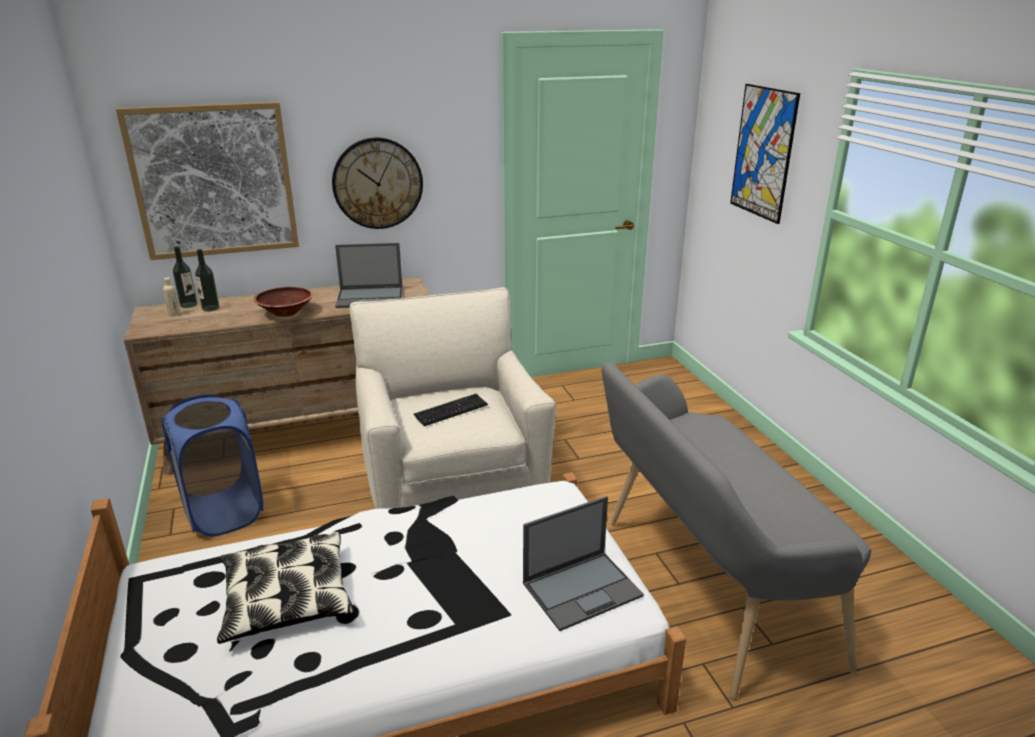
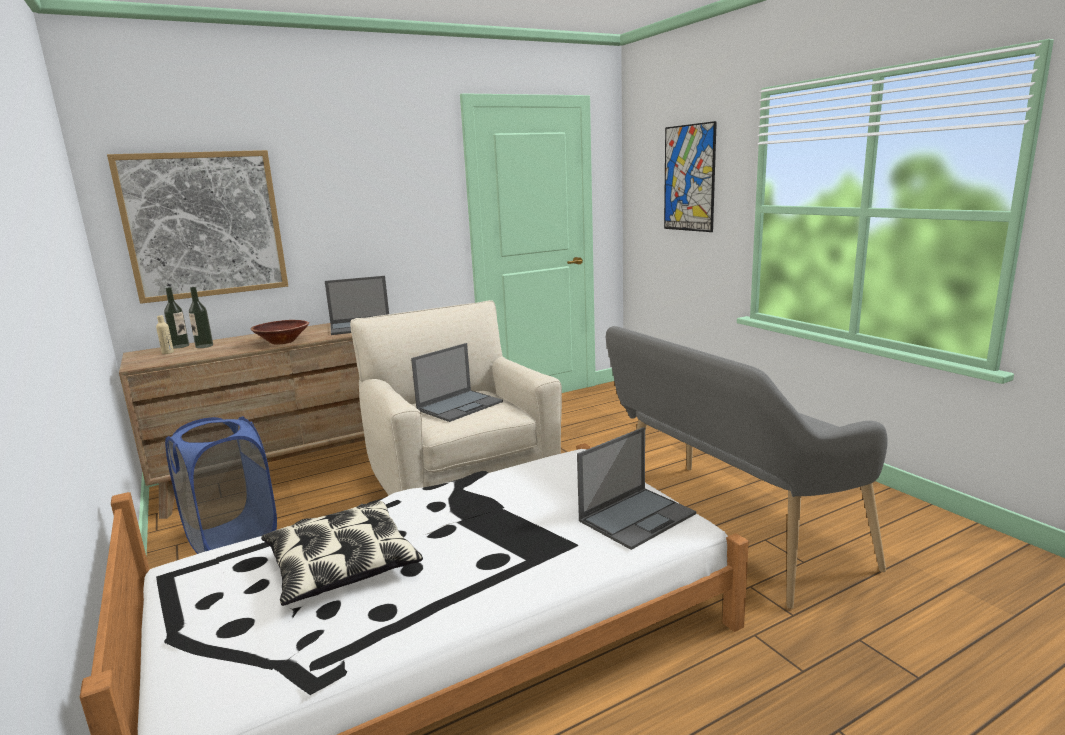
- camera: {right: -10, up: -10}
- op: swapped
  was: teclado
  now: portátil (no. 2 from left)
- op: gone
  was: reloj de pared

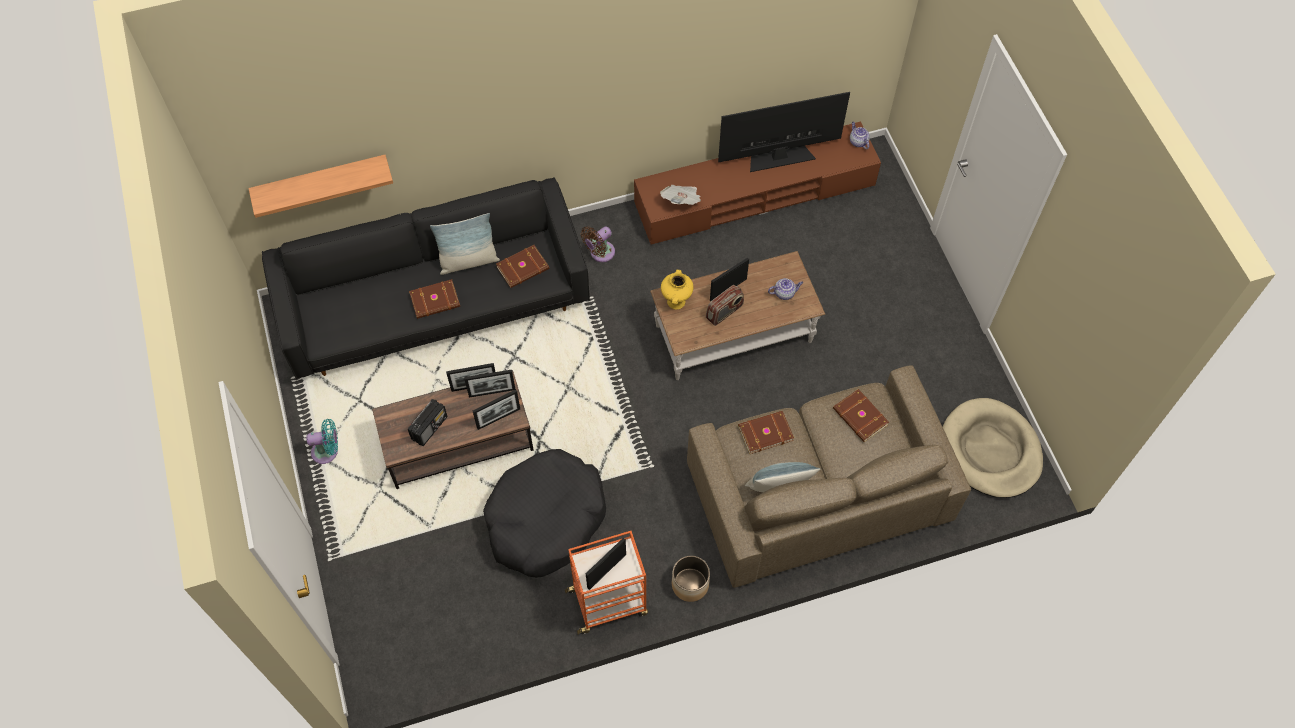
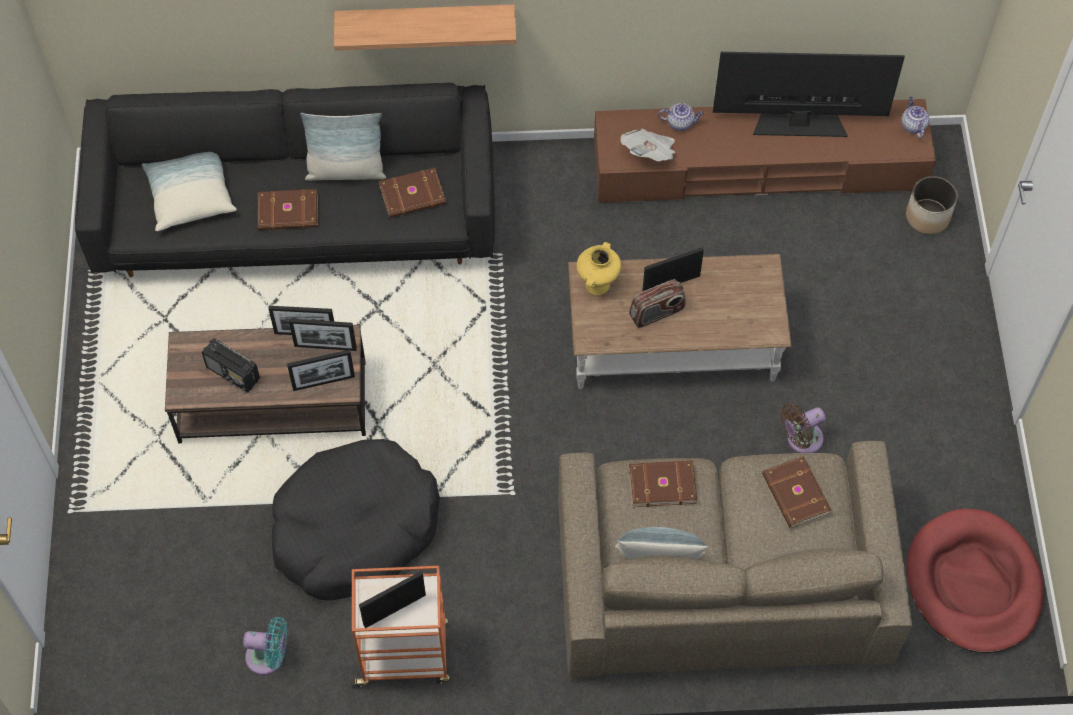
- camera: {right: 15, up: 0}
- op: new
  now: cojín (no. 1 from left)
- op: rotated
  was: radio (no. 1 from left)
  clockwise: 75
- op: shifted
  was: ventilador (turquesa)
- op: shifted
  was: estante
- op: shifted
  was: tetera (no. 1 from left)
- op: shifted
  was: ventilador (marrón)
- op: shifted
  was: maceta
- op: repainted
  was: cama para perro (beis)
  now: cama para perro (rojo)

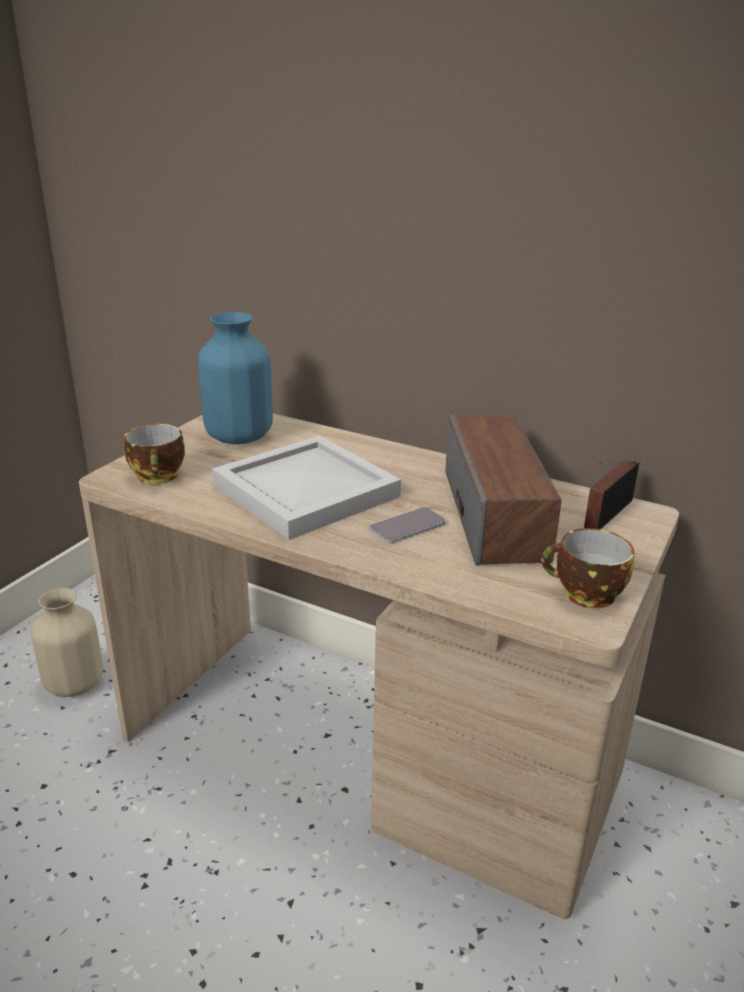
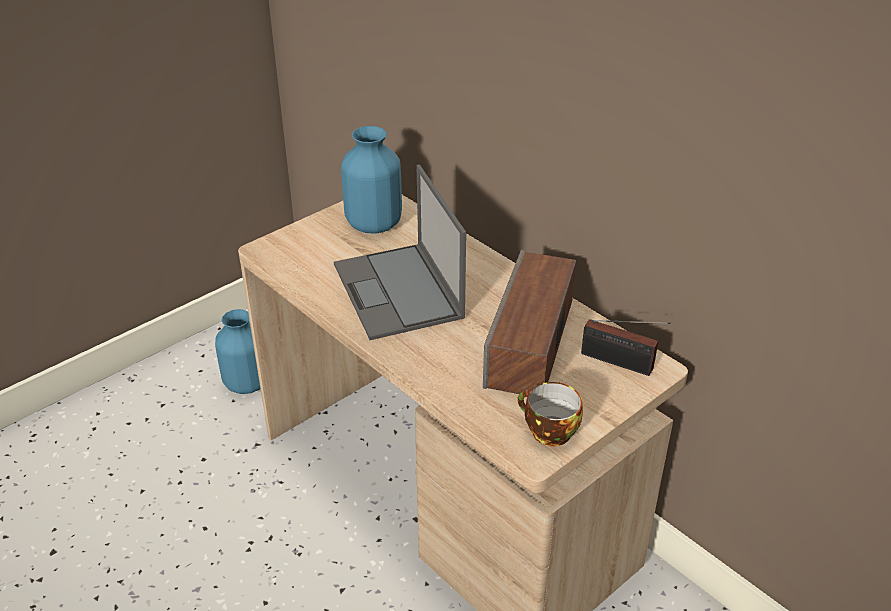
- camera: {right: 20, up: 10}
- op: repainted
  was: florero (beis)
  now: florero (azul) (no. 1 from left)
- op: swapped
  was: bandeja (blanco)
  now: portátil
- op: rotated
  was: radio
  clockwise: -120
- op: gone
  was: taza (no. 1 from left)
- op: gone
  was: móvil

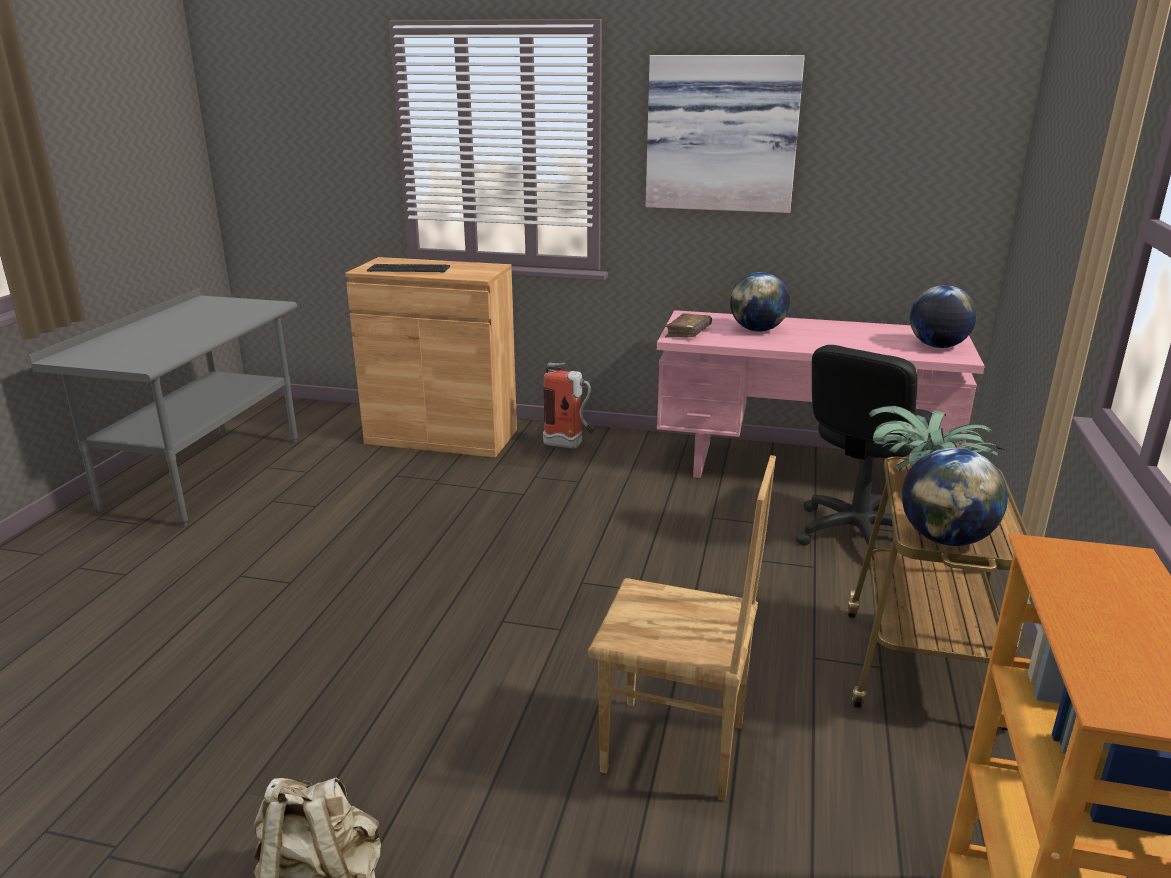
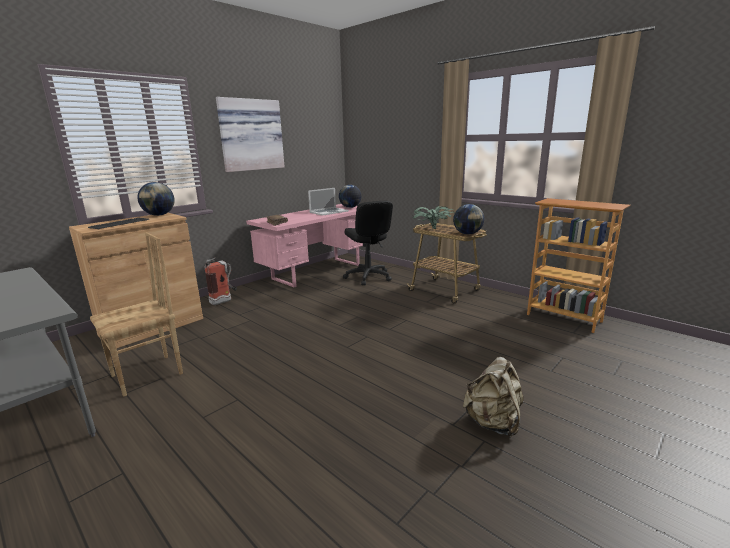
- camera: {right: -60, up: -5}
- op: shifted
  was: silla (marrón)
- op: shifted
  was: globo terráqueo (no. 1 from left)
- op: new
  now: portátil

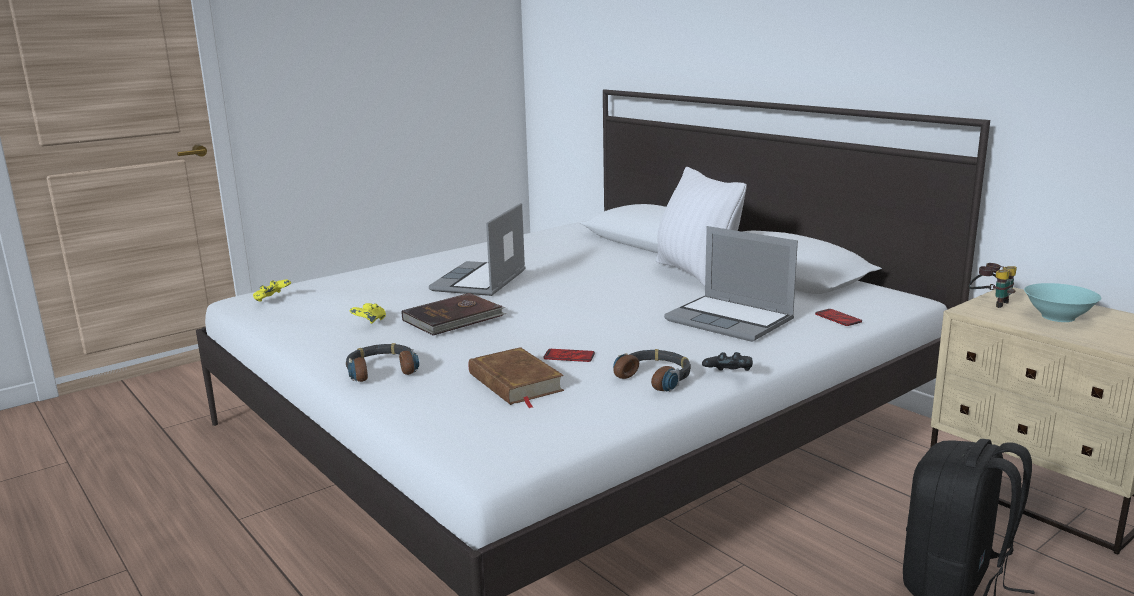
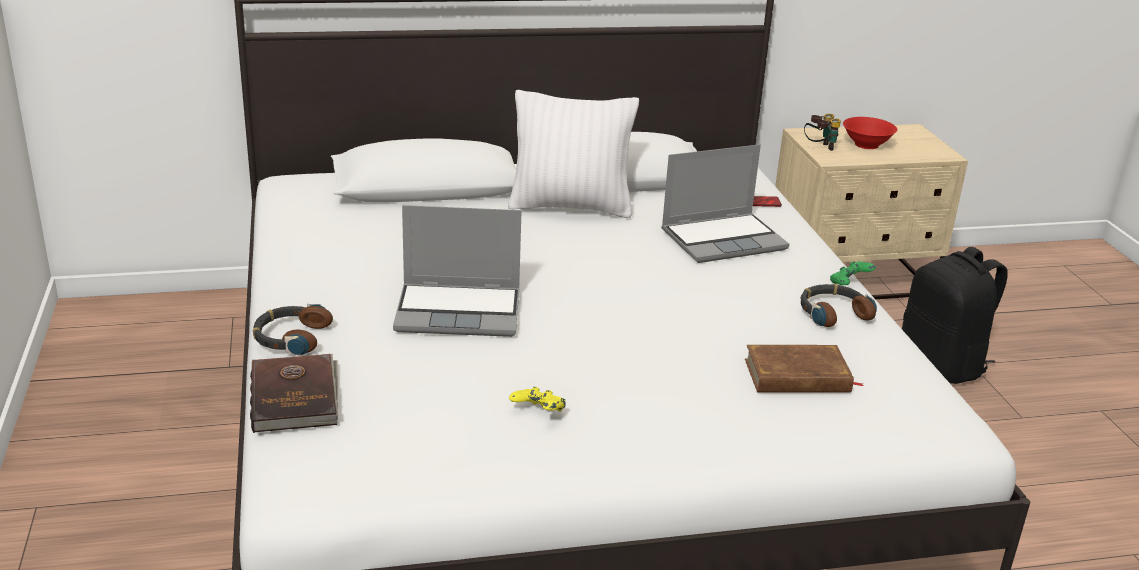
- camera: {right: -65, up: 10}
- op: shifted
  was: libro (marrón) (no. 1 from left)
- op: shifted
  was: auriculares (no. 1 from left)
- op: rotated
  was: portátil (no. 1 from left)
  clockwise: -45
- op: repainted
  was: mando de consola (negro)
  now: mando de consola (verde)
- op: repainted
  was: cuenco (turquesa)
  now: cuenco (rojo)
- op: gone
  was: mando de consola (amarillo) (no. 1 from left)
- op: gone
  was: móvil (no. 1 from left)

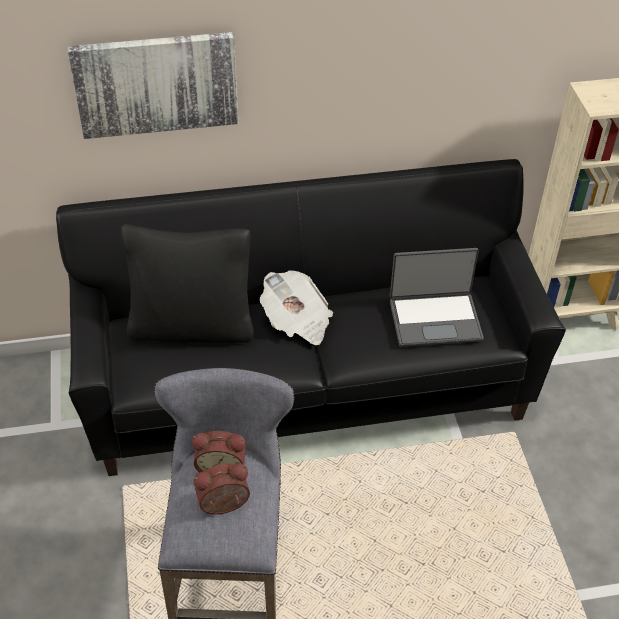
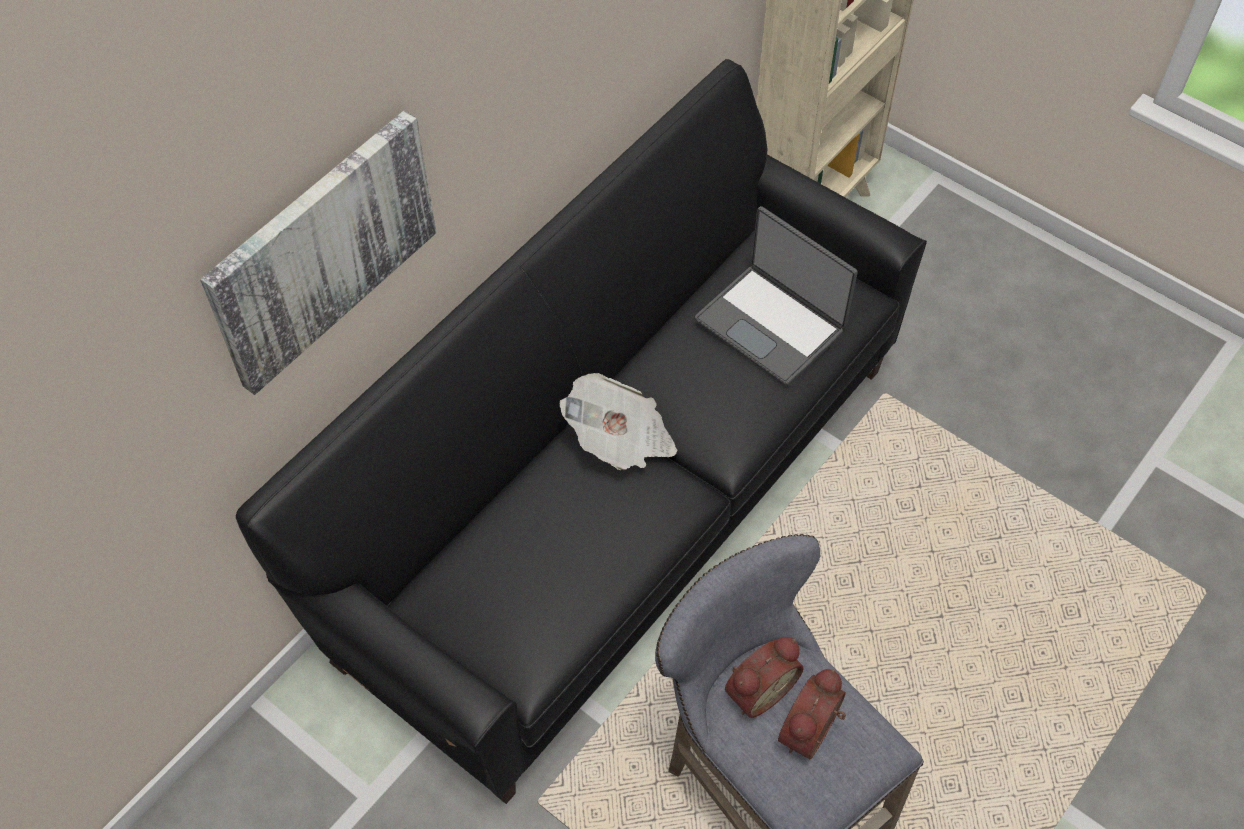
- camera: {right: -40, up: 10}
- op: rotated
  was: portátil
  clockwise: 90
- op: gone
  was: cojín (negro)

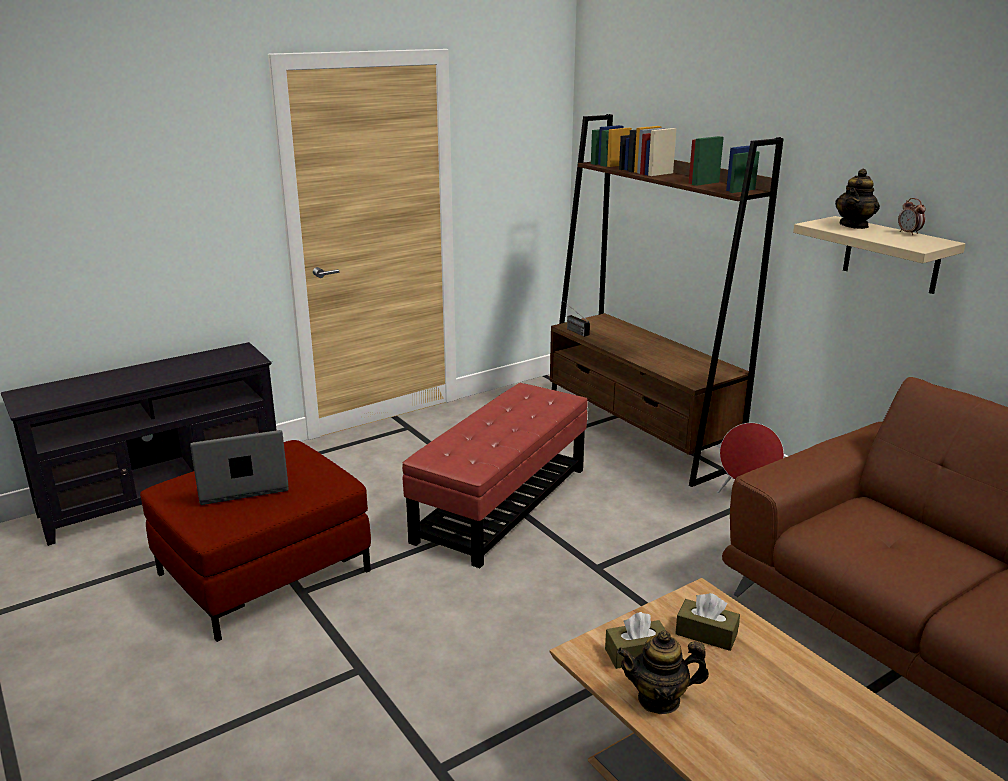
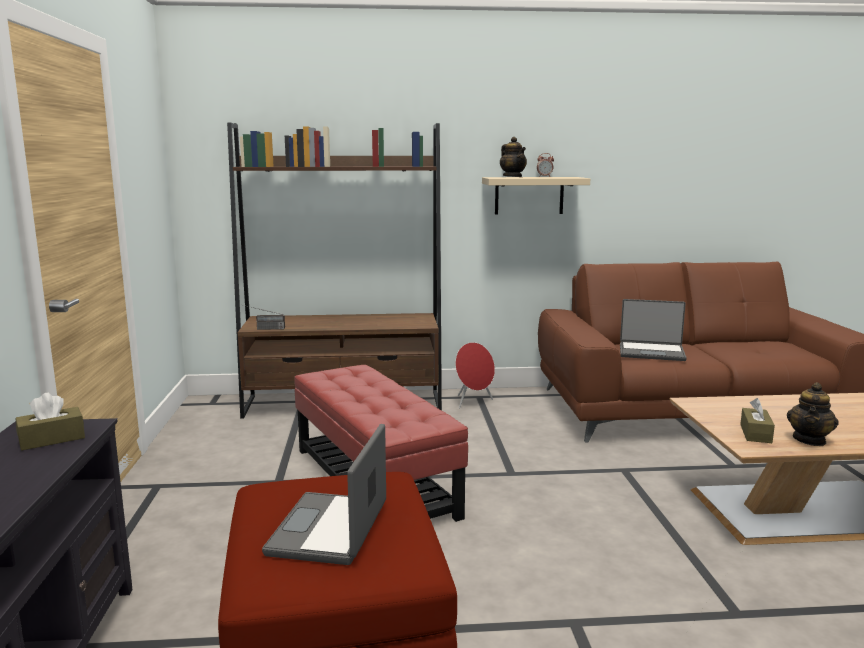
- camera: {right: -60, up: -10}
- op: shifted
  was: caja de pañuelos (marrón) (no. 2 from left in the first image)
  now: caja de pañuelos (marrón) (no. 1 from left)
- op: new
  now: portátil (no. 2 from left)

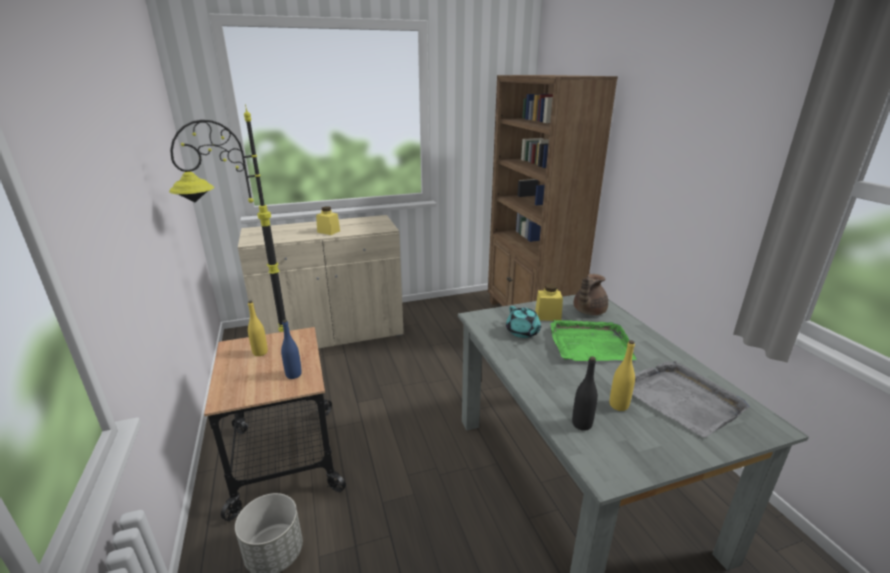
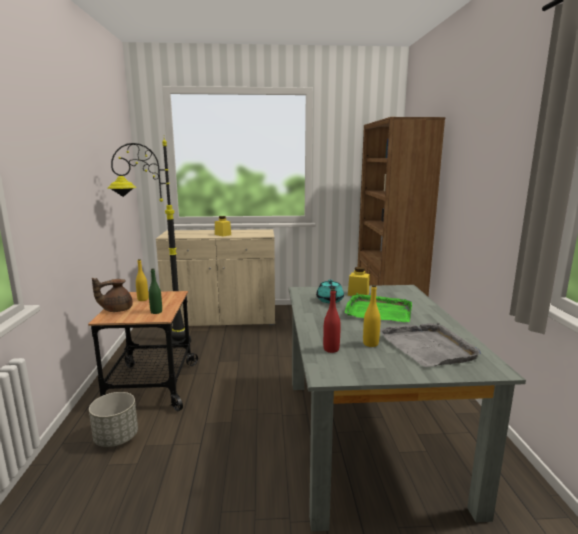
- camera: {right: 15, up: -10}
- op: shifted
  was: tetera (marrón)
- op: repainted
  was: botella (azul)
  now: botella (verde)
- op: repainted
  was: botella (negro)
  now: botella (rojo)

